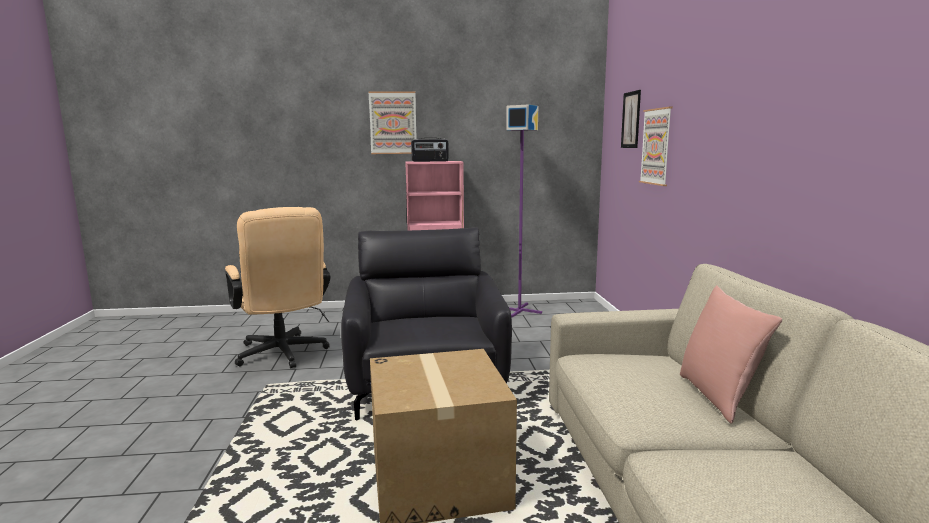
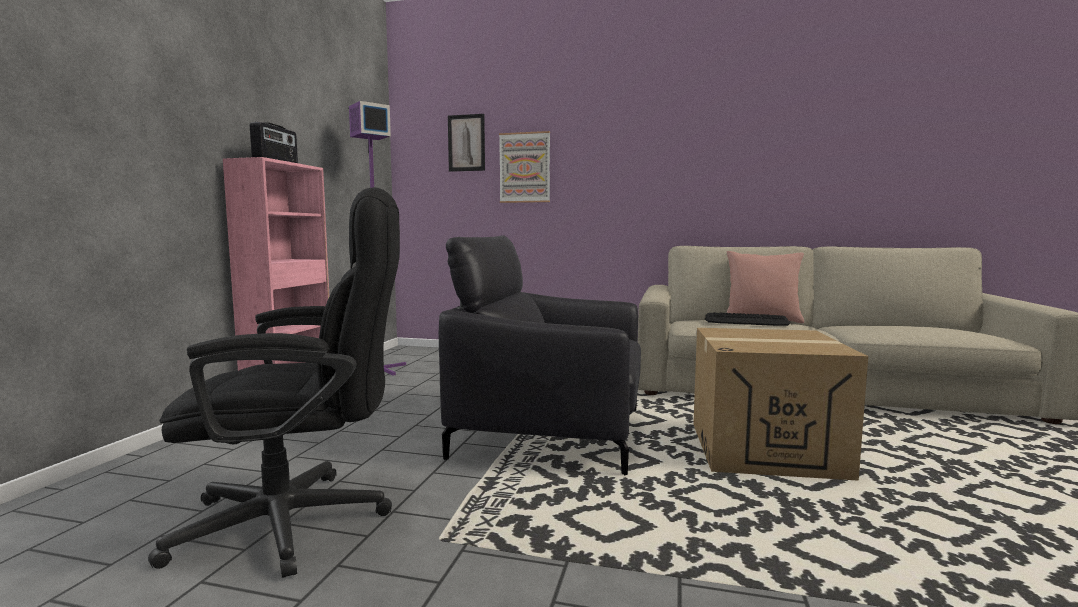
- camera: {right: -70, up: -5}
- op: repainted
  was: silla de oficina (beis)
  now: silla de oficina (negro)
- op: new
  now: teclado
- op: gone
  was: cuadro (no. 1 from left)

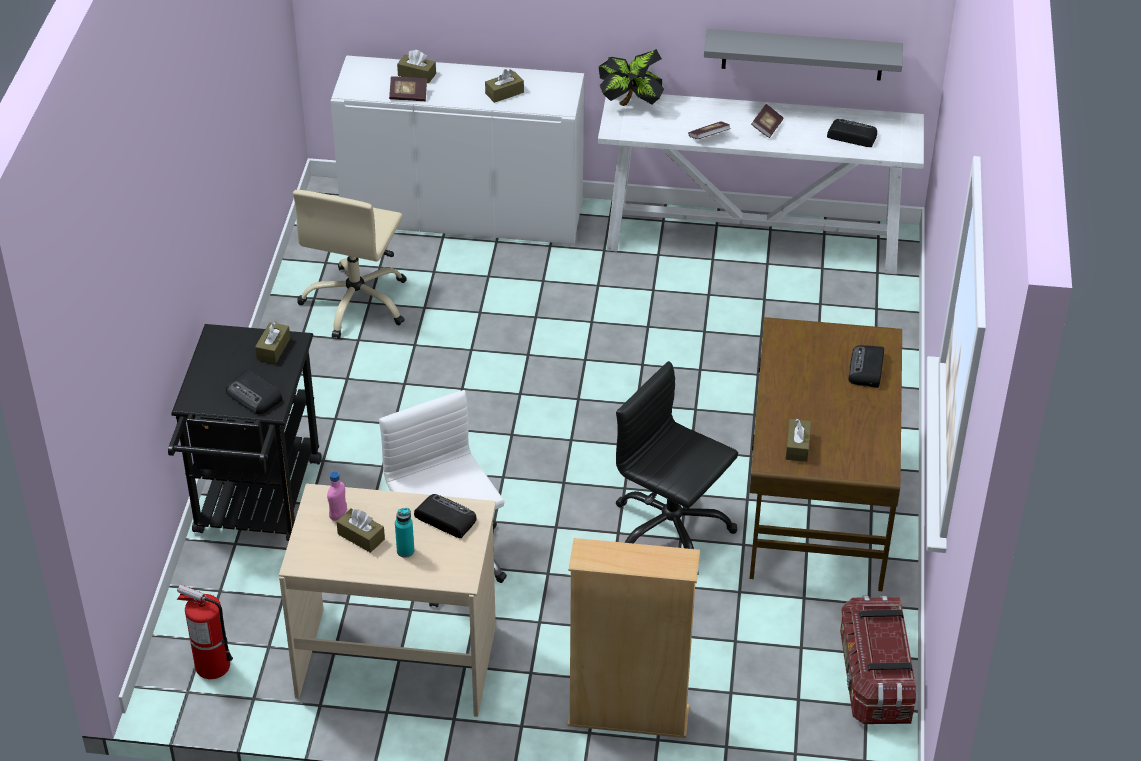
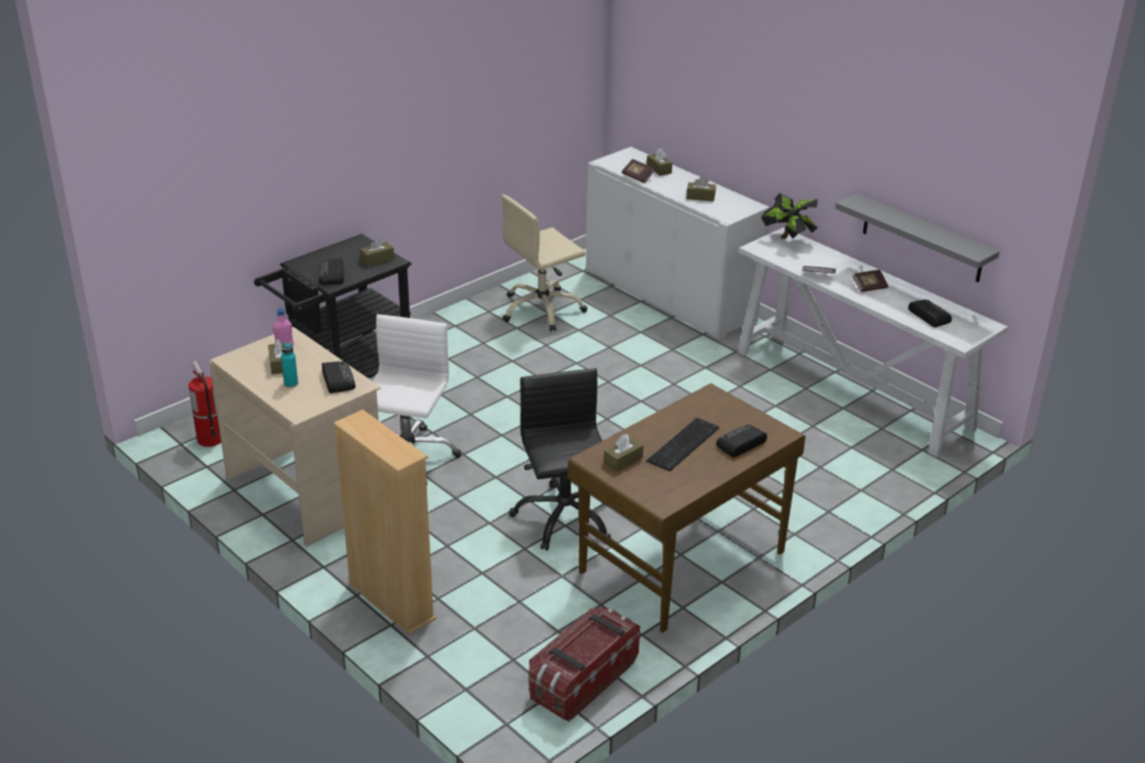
- camera: {right: 40, up: -10}
- op: new
  now: teclado

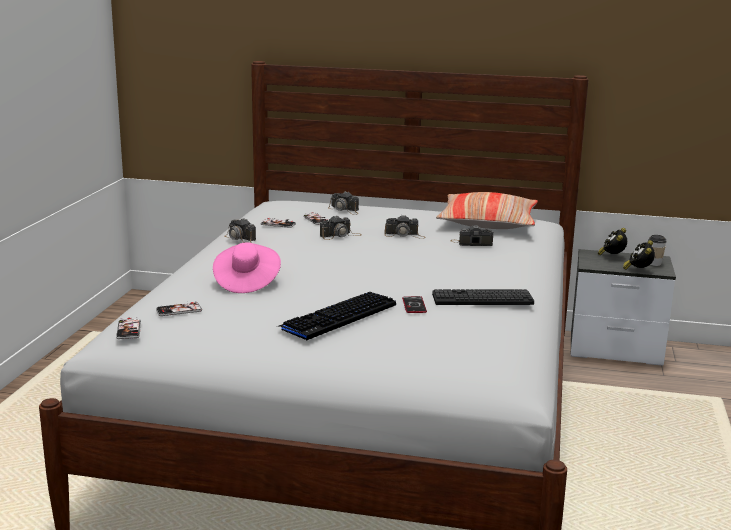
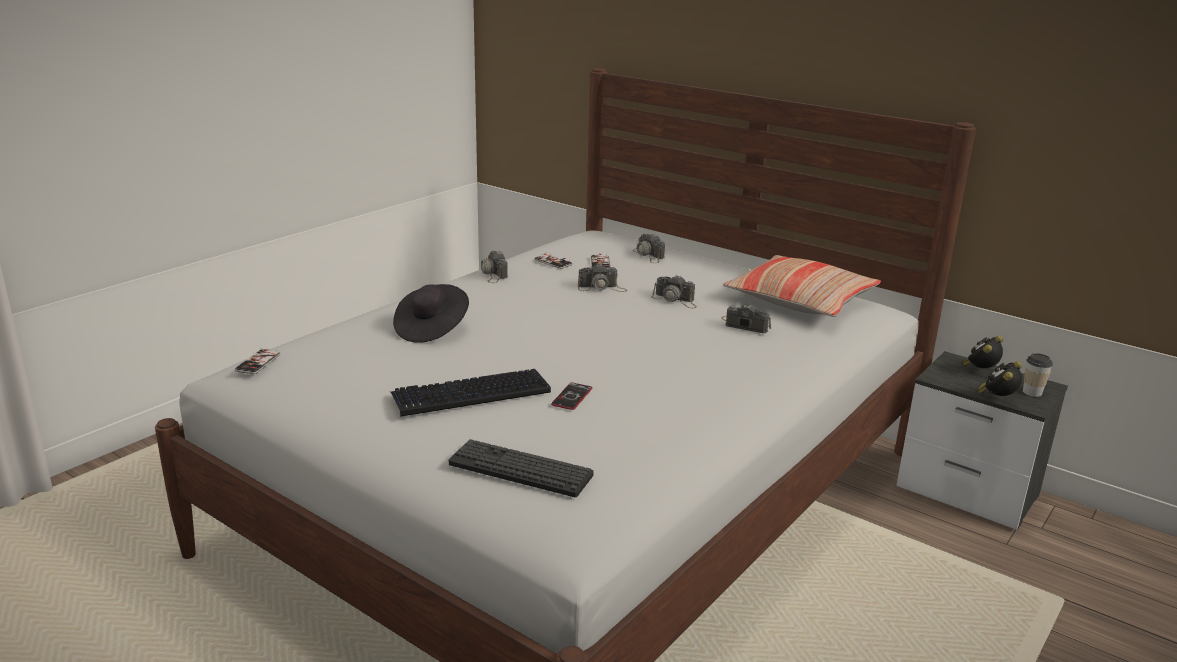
- camera: {right: 25, up: 5}
- op: repainted
  was: sombrero (rosa)
  now: sombrero (negro)
- op: shifted
  was: teclado (no. 2 from left)
- op: gone
  was: móvil (no. 2 from left)

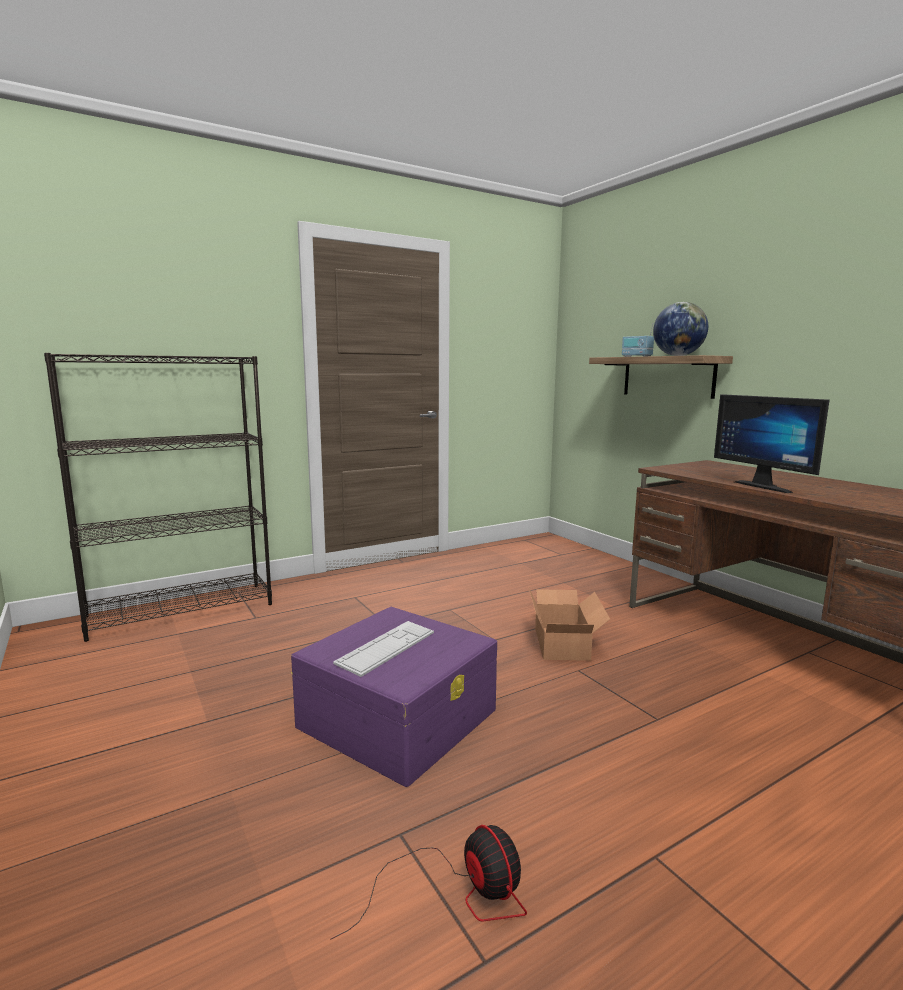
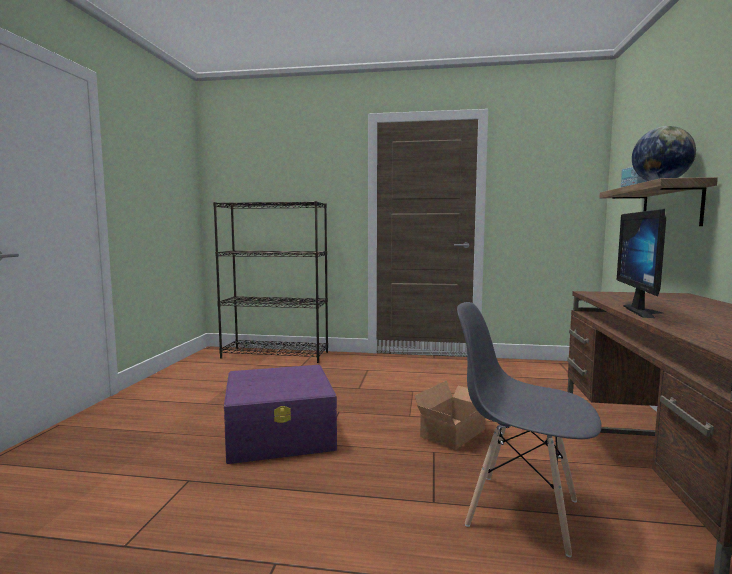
- camera: {right: 40, up: -5}
- op: new
  now: silla (gris)
- op: gone
  was: ventilador
- op: gone
  was: teclado

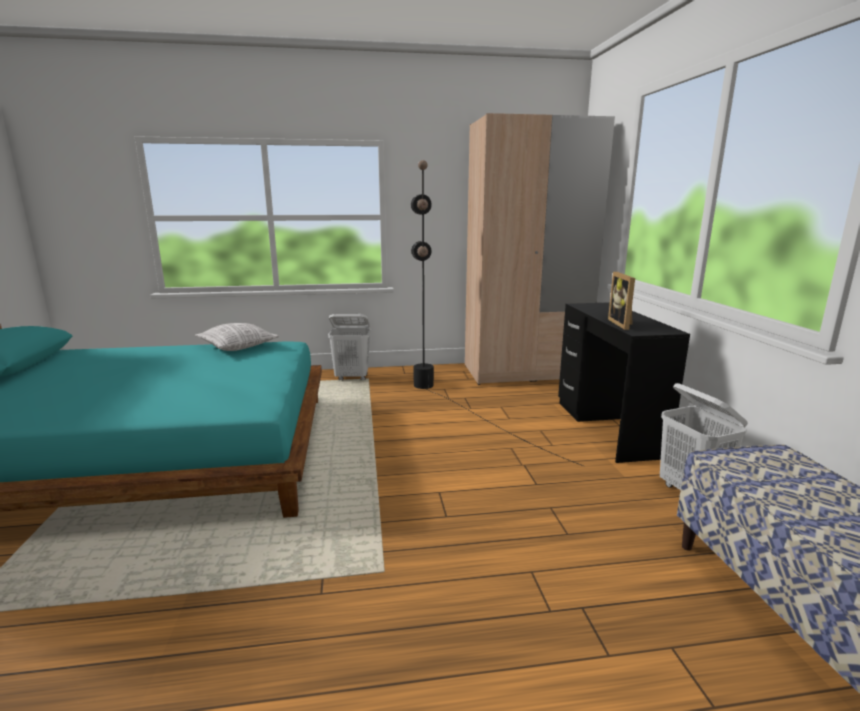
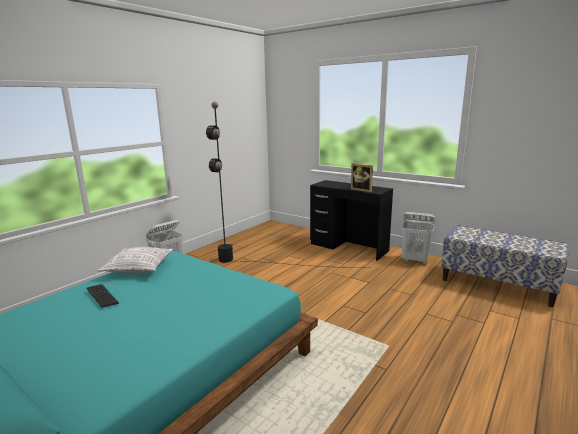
- camera: {right: -45, up: 0}
- op: new
  now: teclado
- op: gone
  was: armario ropero (beis)

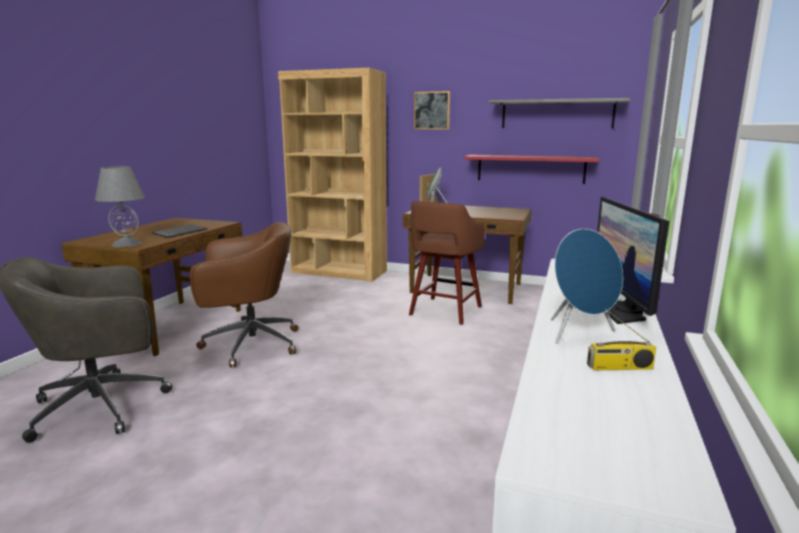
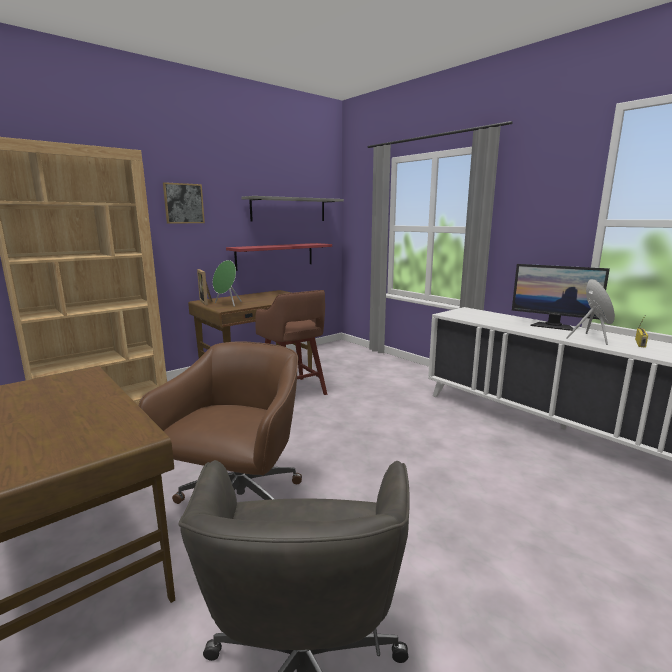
- camera: {right: -60, up: 0}
- op: gone
  was: lámpara de mesa (gris)
- op: gone
  was: teclado

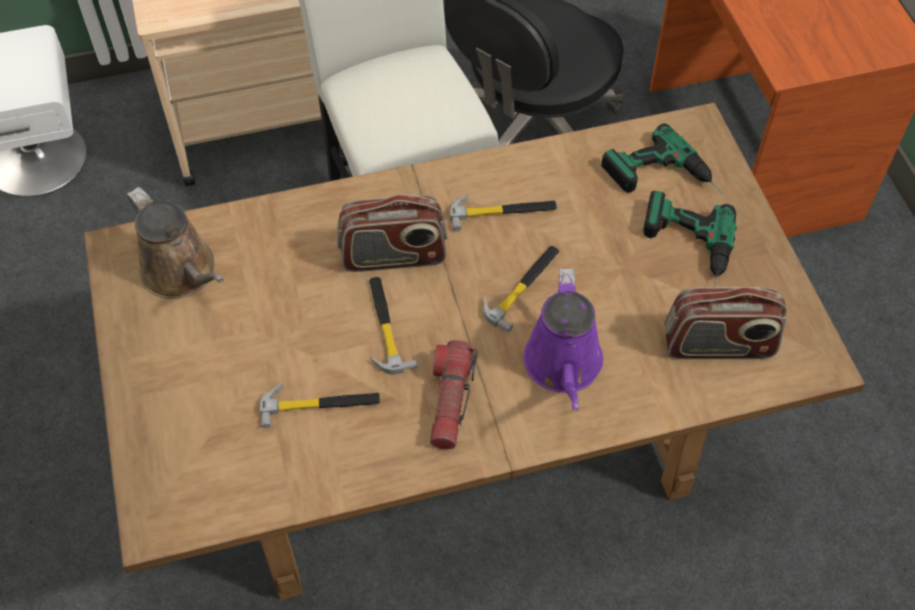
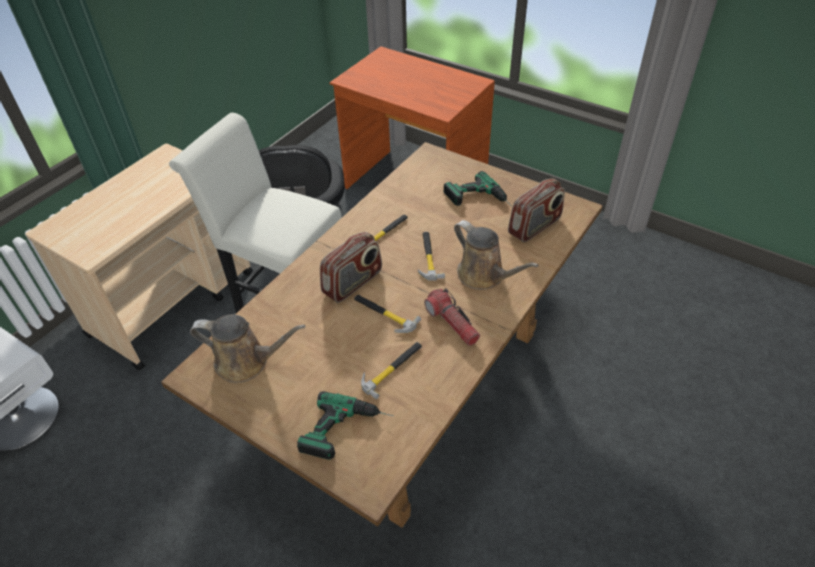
- camera: {right: -40, up: -10}
- op: shifted
  was: taladro (no. 1 from left)
- op: repainted
  was: regadera (morado)
  now: regadera (marrón) (no. 2 from left)

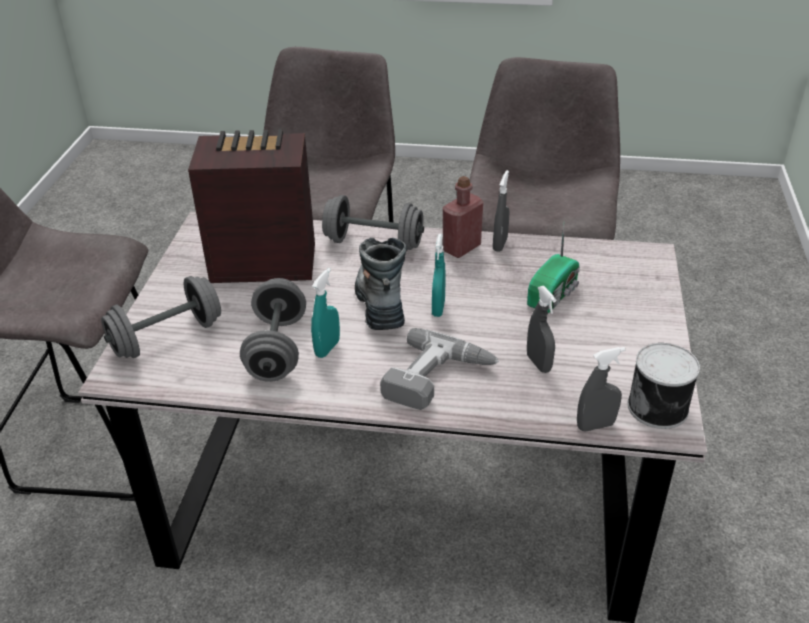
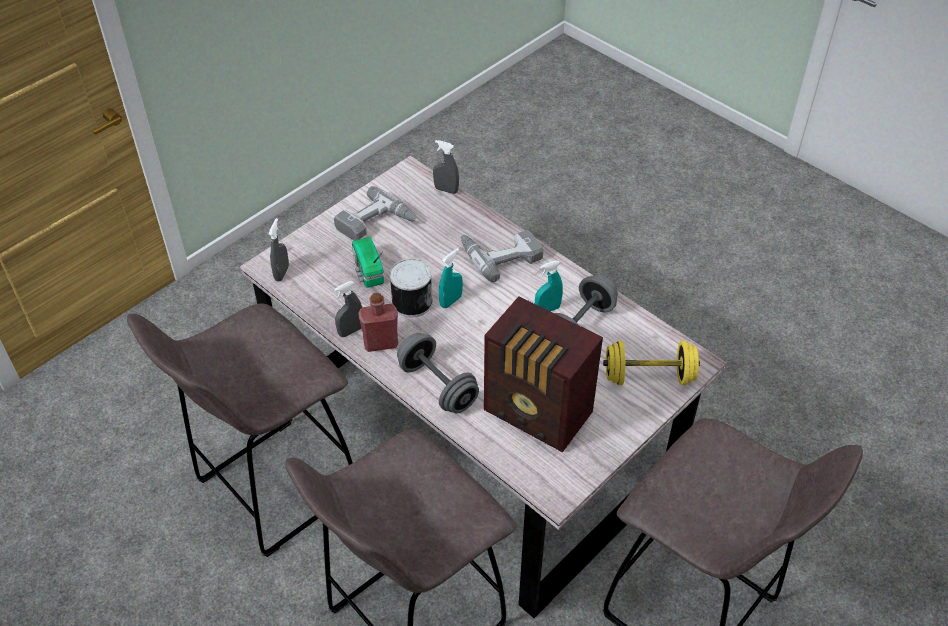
- camera: {right: -145, up: 10}
- op: shifted
  was: pulverizador (gris) (no. 2 from left in the first image)
  now: pulverizador (gris) (no. 1 from left)
- op: new
  now: taladro (no. 1 from left)
- op: rotated
  was: radio (no. 2 from left in the first image)
  clockwise: -90
- op: shifted
  was: lata
- op: repainted
  was: mancuerna (gris) (no. 1 from left)
  now: mancuerna (amarillo)
- op: gone
  was: bota

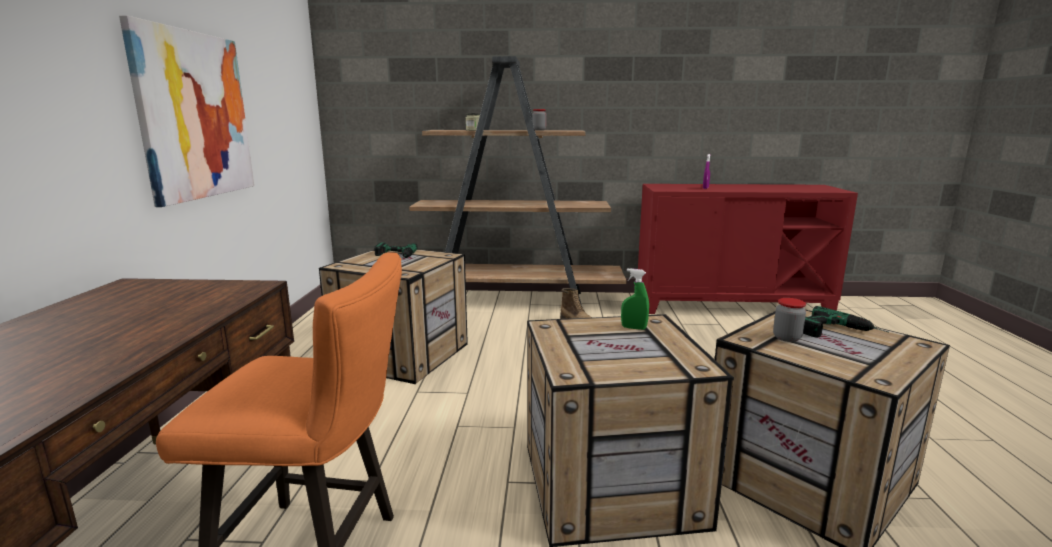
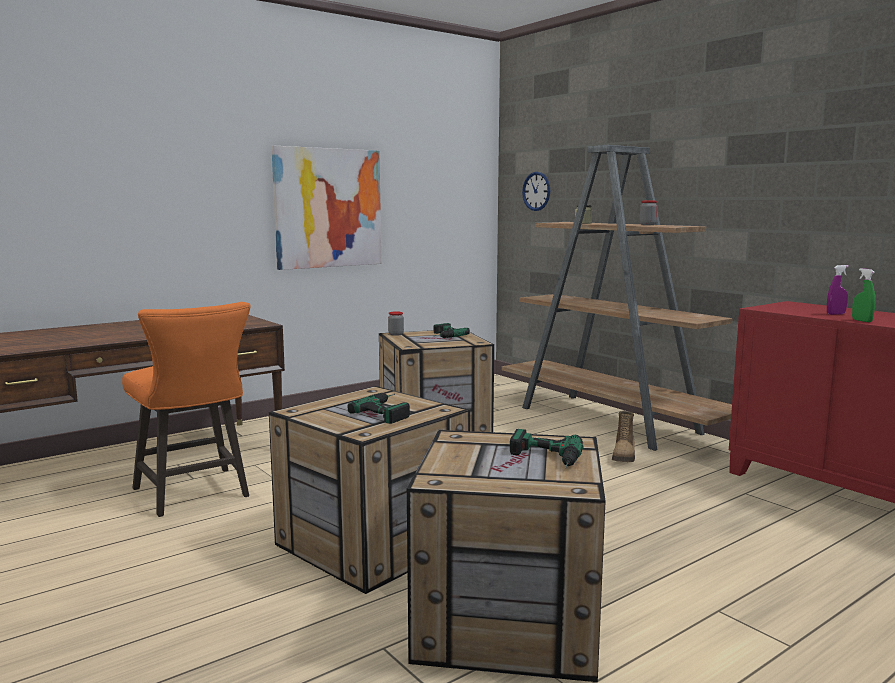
- camera: {right: 50, up: -5}
- op: new
  now: taladro (no. 1 from left)
- op: shifted
  was: tarro (no. 3 from left in the first image)
  now: tarro (no. 1 from left)
- op: new
  now: reloj de pared
- op: shifted
  was: pulverizador (verde)

